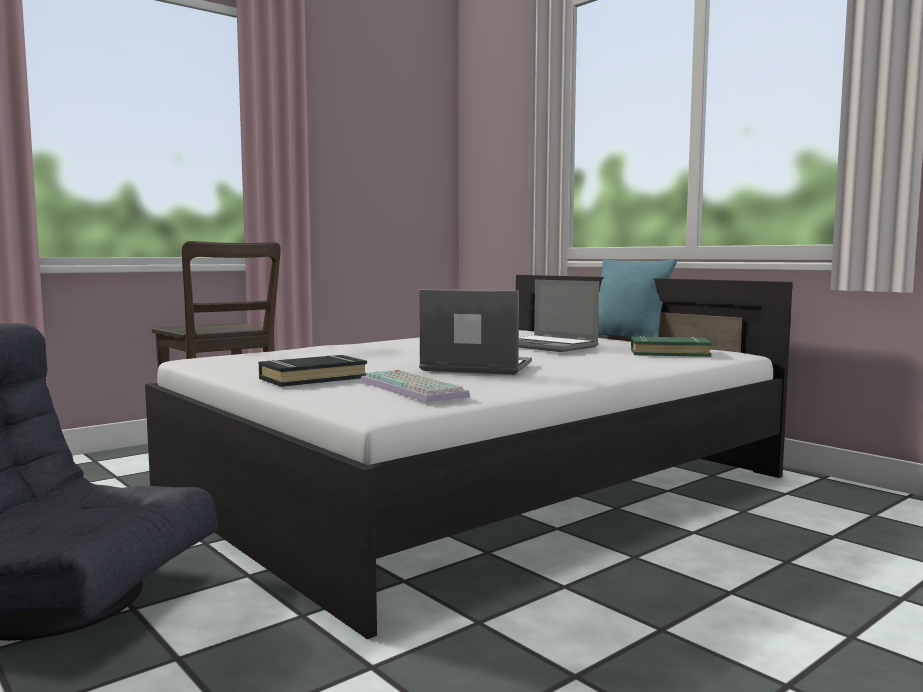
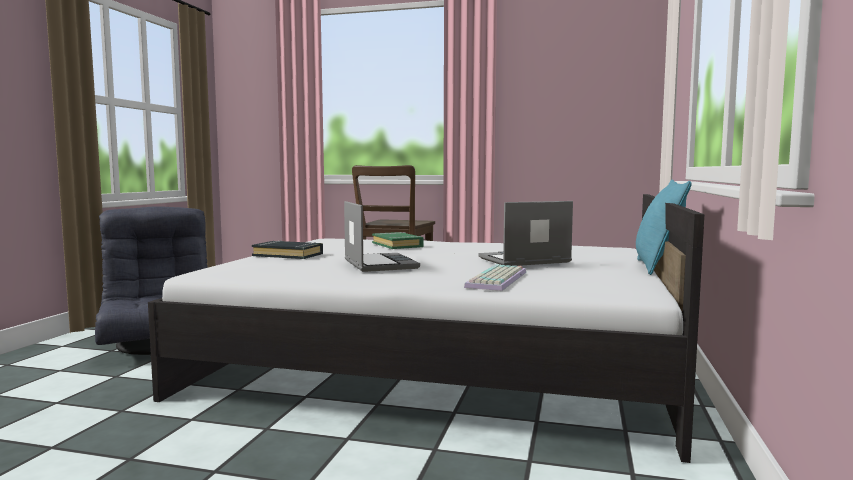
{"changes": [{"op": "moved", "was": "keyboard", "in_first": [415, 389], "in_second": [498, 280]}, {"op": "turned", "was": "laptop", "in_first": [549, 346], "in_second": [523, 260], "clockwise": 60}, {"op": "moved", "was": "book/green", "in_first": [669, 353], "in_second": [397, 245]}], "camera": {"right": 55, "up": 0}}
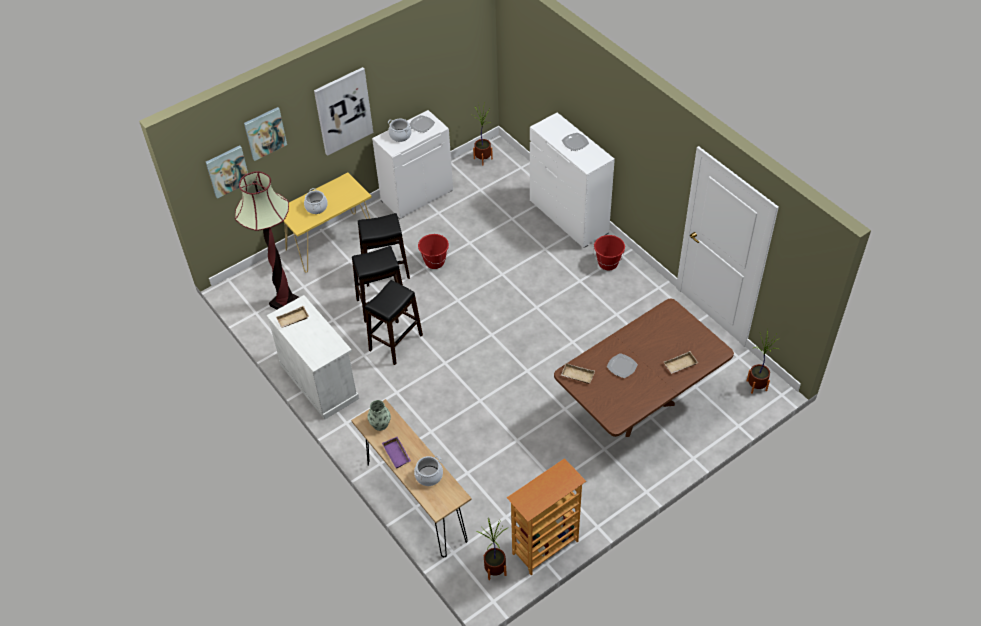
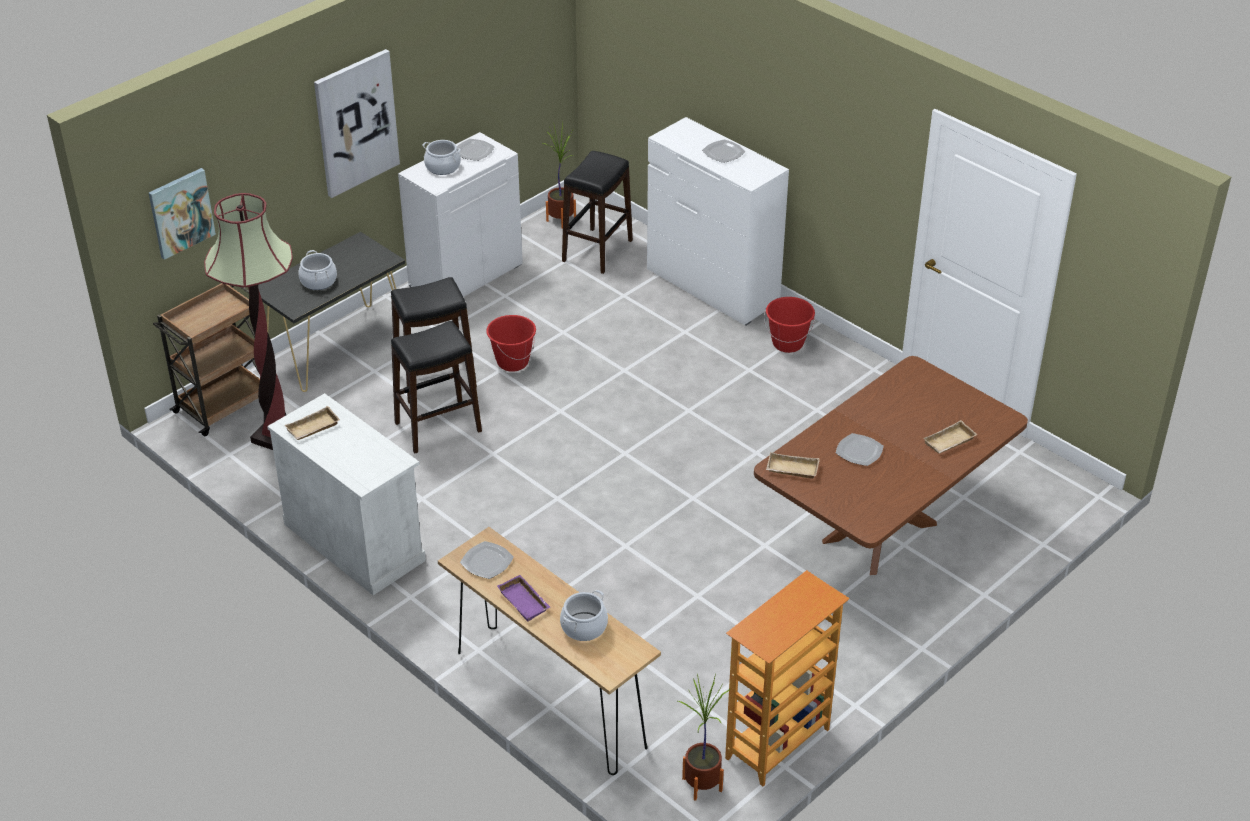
{"changes": [{"op": "removed", "was": "picture", "in_first": [265, 133]}, {"op": "recoloured", "was": "console table/yellow", "now": "console table/black", "in_first": [331, 242], "in_second": [337, 347]}, {"op": "moved", "was": "stool/black", "in_first": [396, 342], "in_second": [597, 250]}, {"op": "replaced", "was": "vase", "now": "plate", "in_first": [380, 424], "in_second": [487, 561]}, {"op": "removed", "was": "potted plant", "in_first": [756, 385]}, {"op": "added", "now": "cart/brown", "in_second": [225, 404]}], "camera": {"right": -10, "up": -10}}
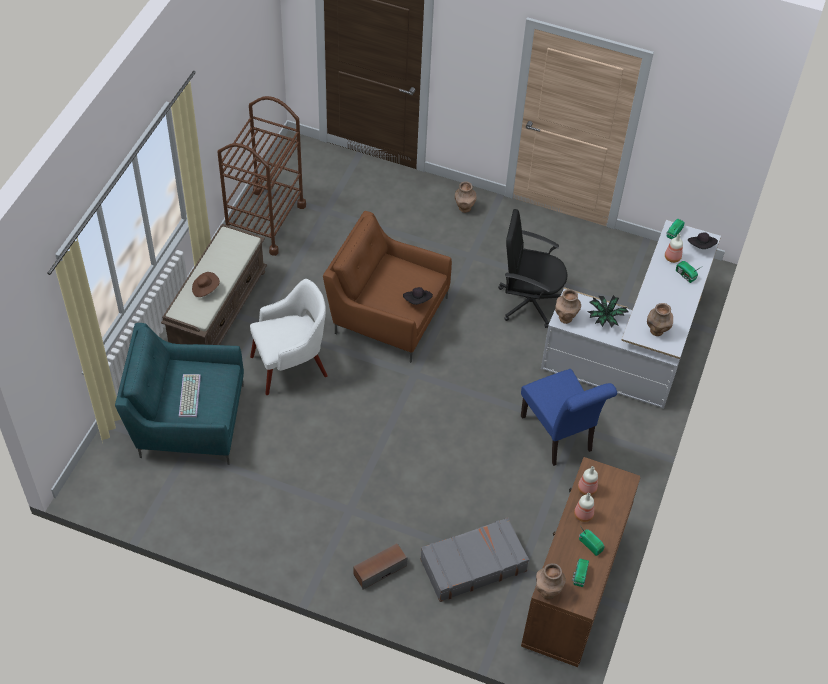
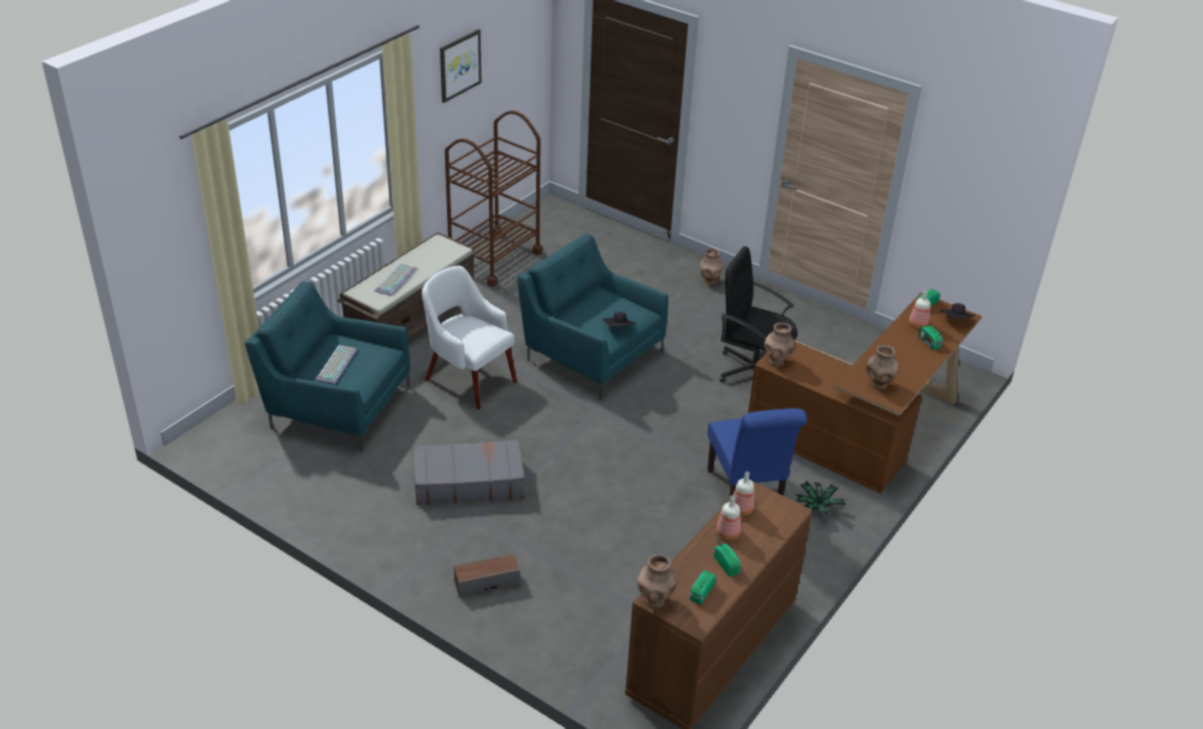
{"changes": [{"op": "replaced", "was": "hat/brown", "now": "keyboard", "in_first": [205, 289], "in_second": [395, 279]}, {"op": "turned", "was": "armchair/white", "in_first": [291, 365], "in_second": [468, 379], "clockwise": -135}, {"op": "recoloured", "was": "armchair/brown", "now": "armchair/turquoise", "in_first": [387, 313], "in_second": [591, 353]}, {"op": "moved", "was": "suitcase/grey", "in_first": [472, 564], "in_second": [468, 481]}, {"op": "recoloured", "was": "desk/white", "now": "desk/brown", "in_first": [635, 347], "in_second": [864, 431]}, {"op": "moved", "was": "potted plant", "in_first": [605, 317], "in_second": [817, 508]}, {"op": "added", "now": "picture", "in_second": [459, 65]}], "camera": {"right": 15, "up": -15}}
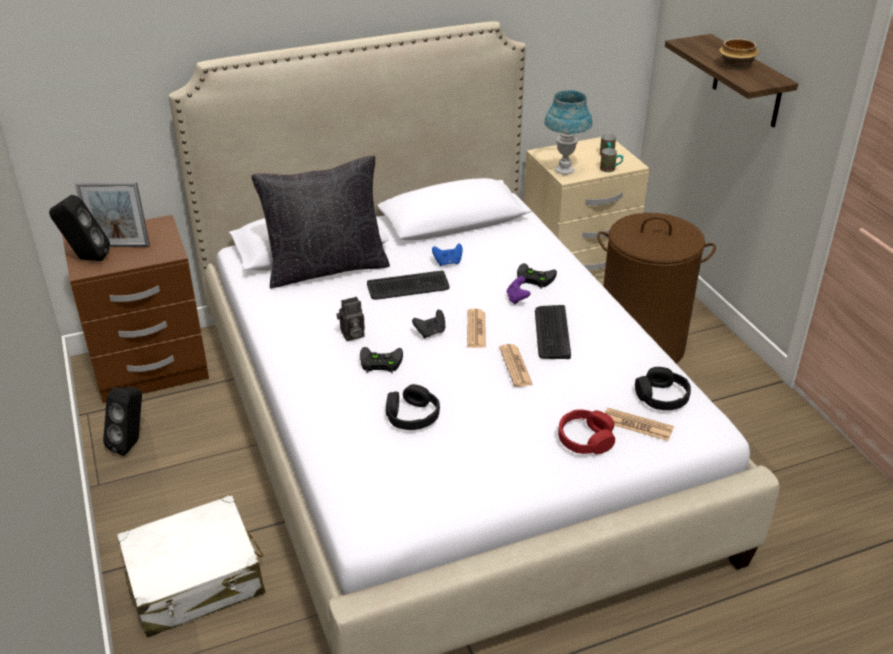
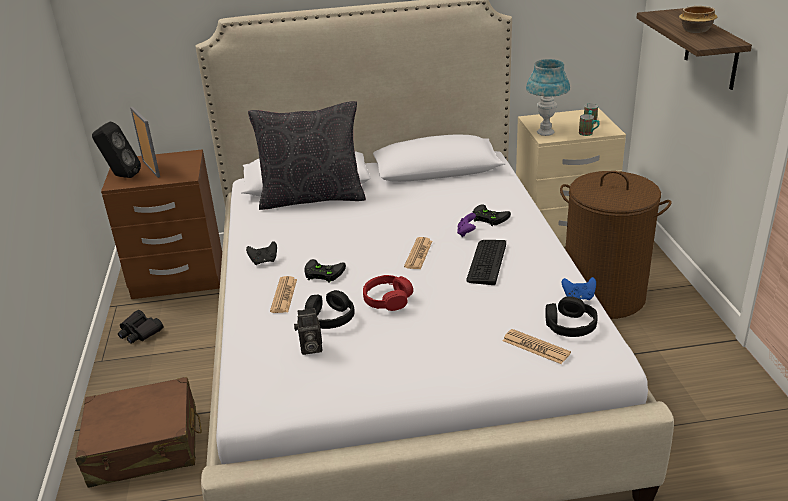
{"changes": [{"op": "turned", "was": "picture frame", "in_first": [120, 246], "in_second": [151, 169], "clockwise": -135}, {"op": "replaced", "was": "speaker/black", "now": "binoculars/black", "in_first": [131, 443], "in_second": [140, 332]}, {"op": "recoloured", "was": "suitcase/white", "now": "suitcase/brown", "in_first": [196, 580], "in_second": [144, 446]}, {"op": "moved", "was": "photo camera", "in_first": [351, 335], "in_second": [310, 348]}, {"op": "removed", "was": "keyboard", "in_first": [408, 286]}, {"op": "moved", "was": "game controller/black", "in_first": [430, 332], "in_second": [264, 261]}, {"op": "moved", "was": "game controller/blue", "in_first": [448, 263], "in_second": [578, 297]}, {"op": "moved", "was": "newspaper", "in_first": [515, 366], "in_second": [284, 295]}, {"op": "moved", "was": "headphones/red", "in_first": [585, 439], "in_second": [387, 299]}], "camera": {"right": 15, "up": -5}}
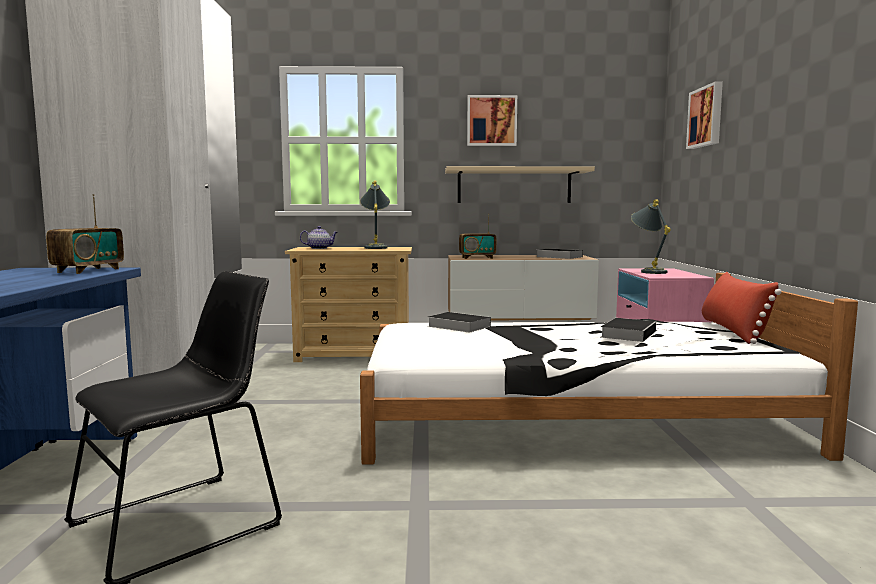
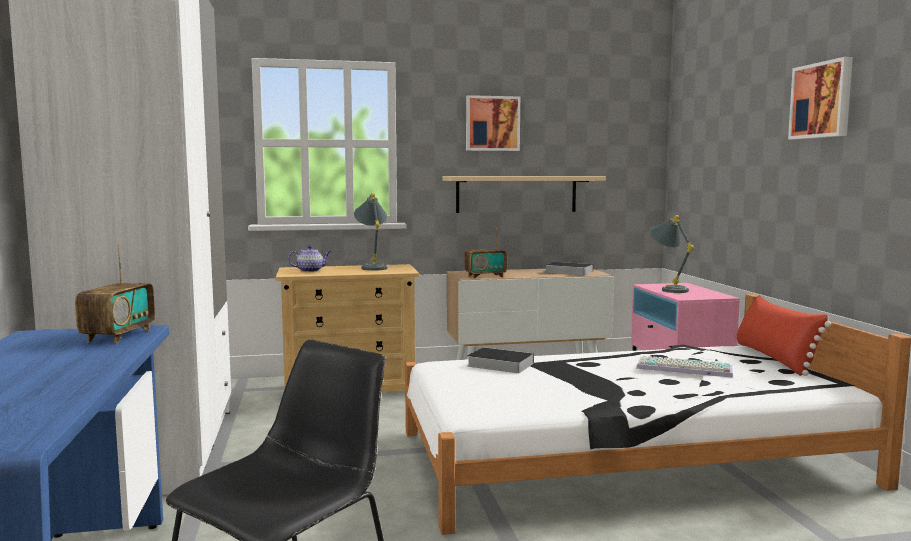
{"changes": [{"op": "replaced", "was": "book", "now": "keyboard", "in_first": [628, 334], "in_second": [682, 369]}, {"op": "moved", "was": "picture", "in_first": [706, 117], "in_second": [822, 100]}], "camera": {"right": -10, "up": 0}}
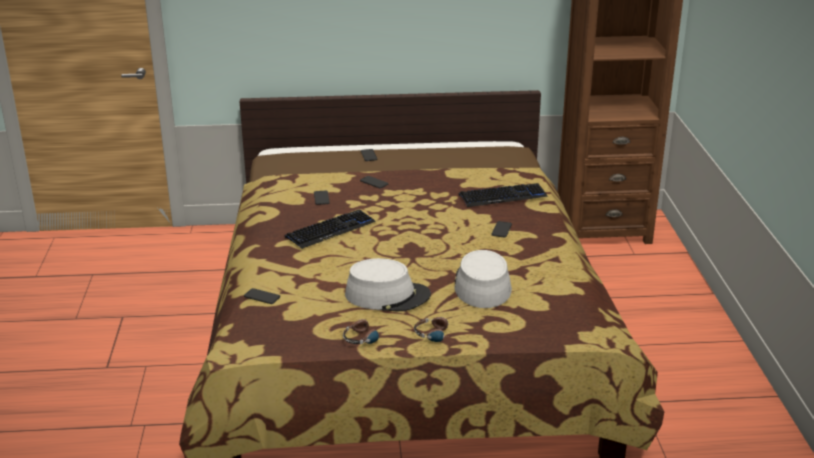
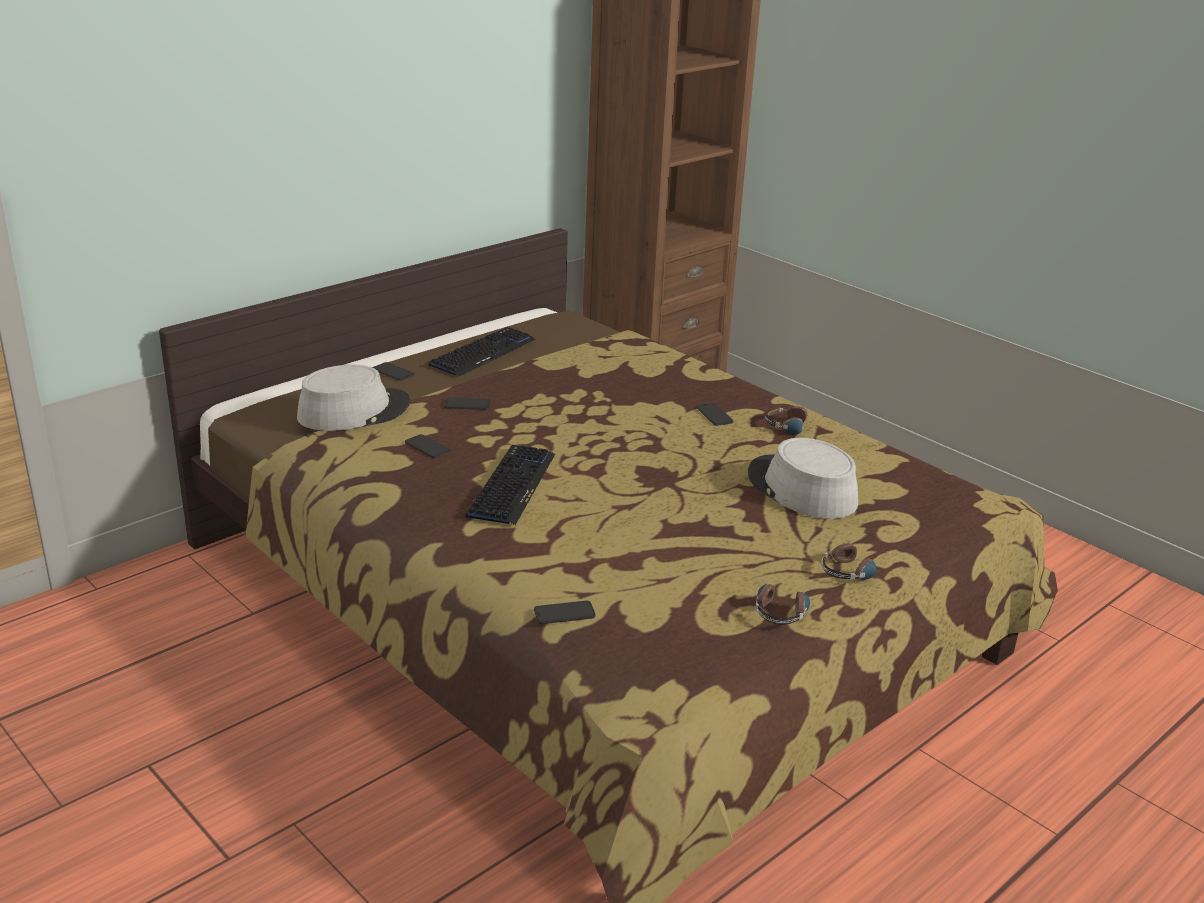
{"changes": [{"op": "moved", "was": "hat/grey", "in_first": [387, 295], "in_second": [354, 411]}, {"op": "moved", "was": "keyboard", "in_first": [503, 196], "in_second": [483, 353]}, {"op": "added", "now": "headphones", "in_second": [794, 427]}], "camera": {"right": -40, "up": 0}}
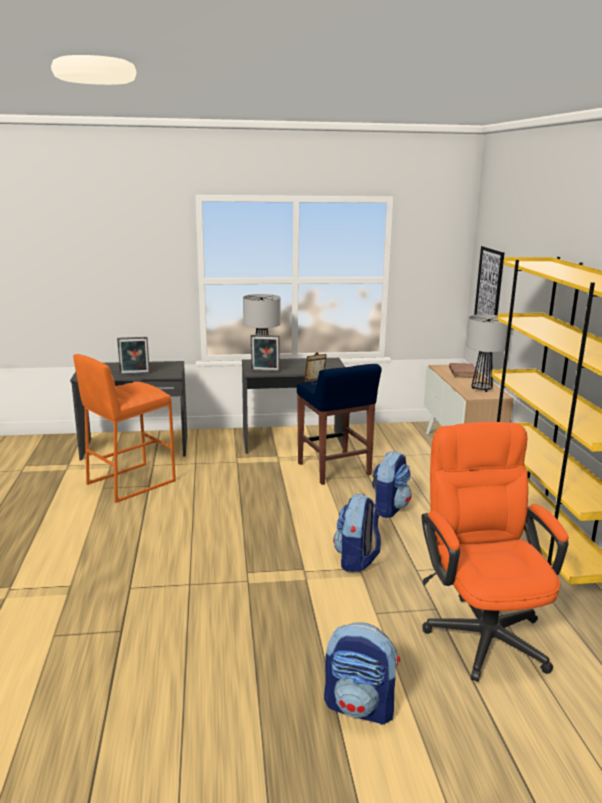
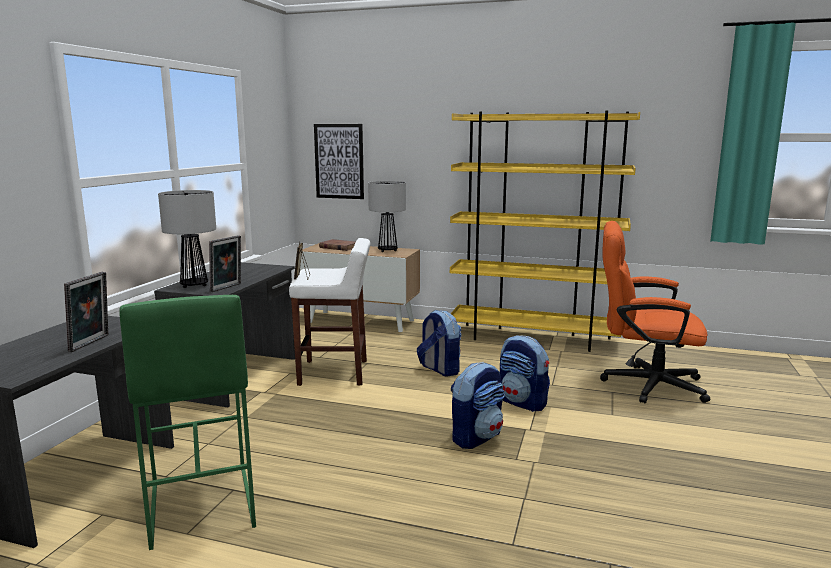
{"changes": [{"op": "recoloured", "was": "stool/orange", "now": "stool/green", "in_first": [130, 482], "in_second": [200, 504]}, {"op": "recoloured", "was": "stool/blue", "now": "stool/white", "in_first": [334, 470], "in_second": [335, 373]}, {"op": "moved", "was": "backpack", "in_first": [360, 707], "in_second": [476, 437]}], "camera": {"right": -65, "up": -5}}
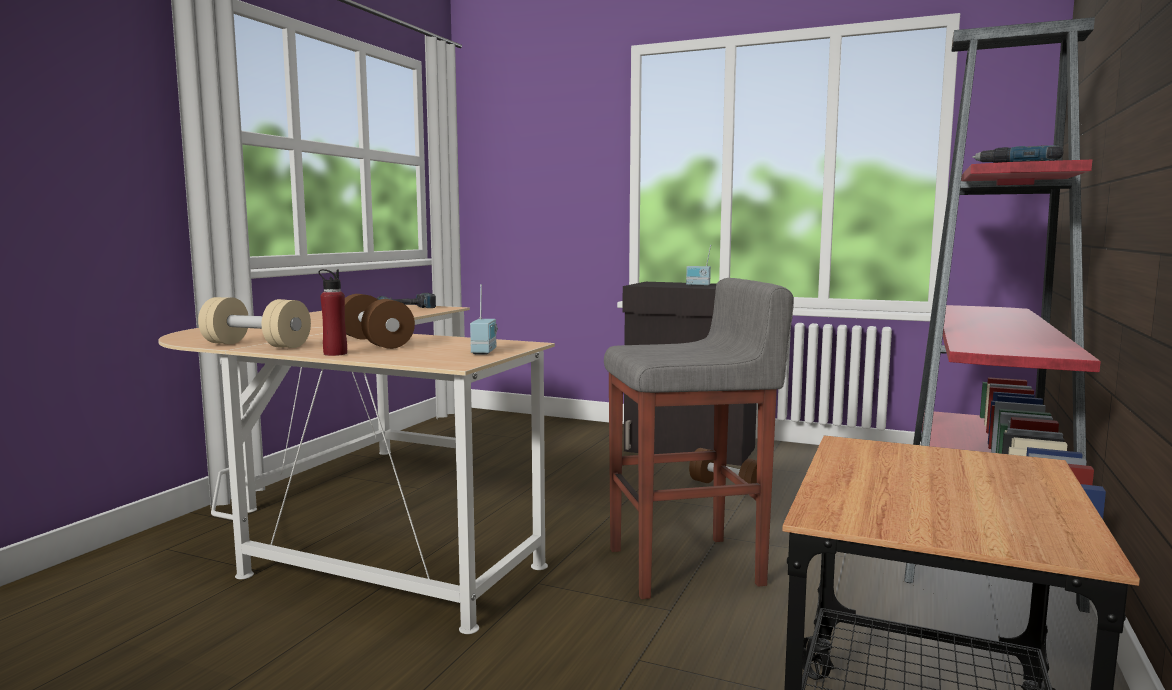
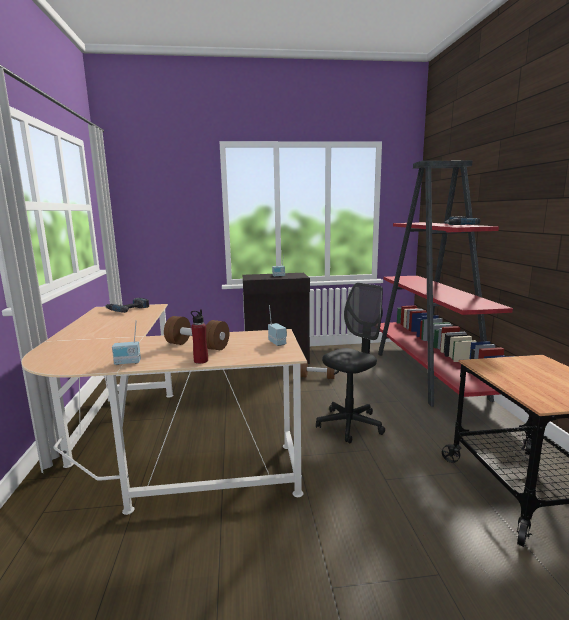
{"changes": [{"op": "replaced", "was": "dumbbell/beige", "now": "radio", "in_first": [256, 345], "in_second": [127, 363]}, {"op": "replaced", "was": "stool/grey", "now": "office chair/black", "in_first": [688, 567], "in_second": [350, 425]}], "camera": {"right": -30, "up": 5}}
